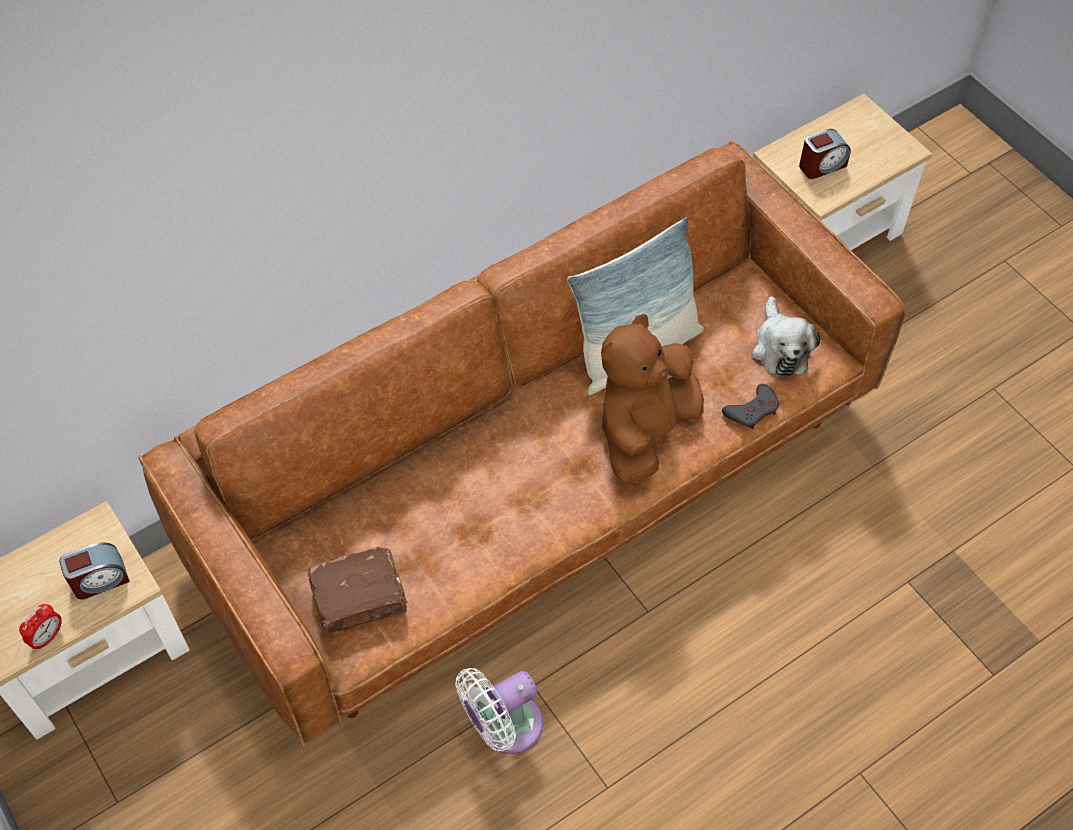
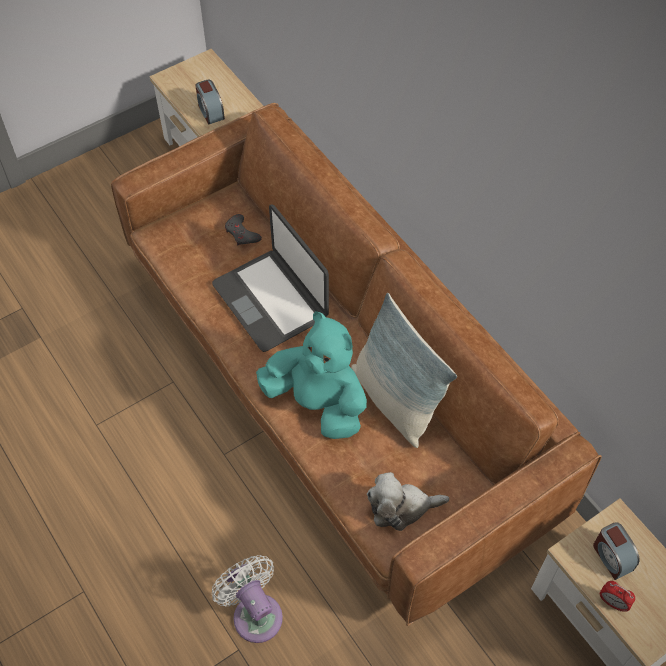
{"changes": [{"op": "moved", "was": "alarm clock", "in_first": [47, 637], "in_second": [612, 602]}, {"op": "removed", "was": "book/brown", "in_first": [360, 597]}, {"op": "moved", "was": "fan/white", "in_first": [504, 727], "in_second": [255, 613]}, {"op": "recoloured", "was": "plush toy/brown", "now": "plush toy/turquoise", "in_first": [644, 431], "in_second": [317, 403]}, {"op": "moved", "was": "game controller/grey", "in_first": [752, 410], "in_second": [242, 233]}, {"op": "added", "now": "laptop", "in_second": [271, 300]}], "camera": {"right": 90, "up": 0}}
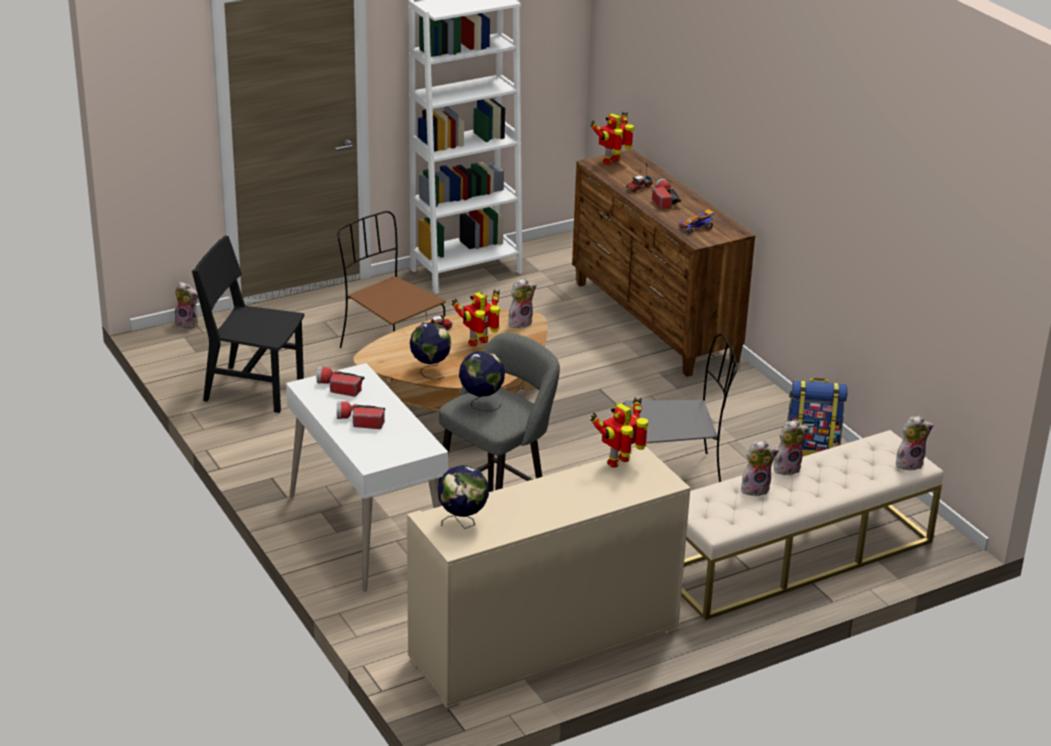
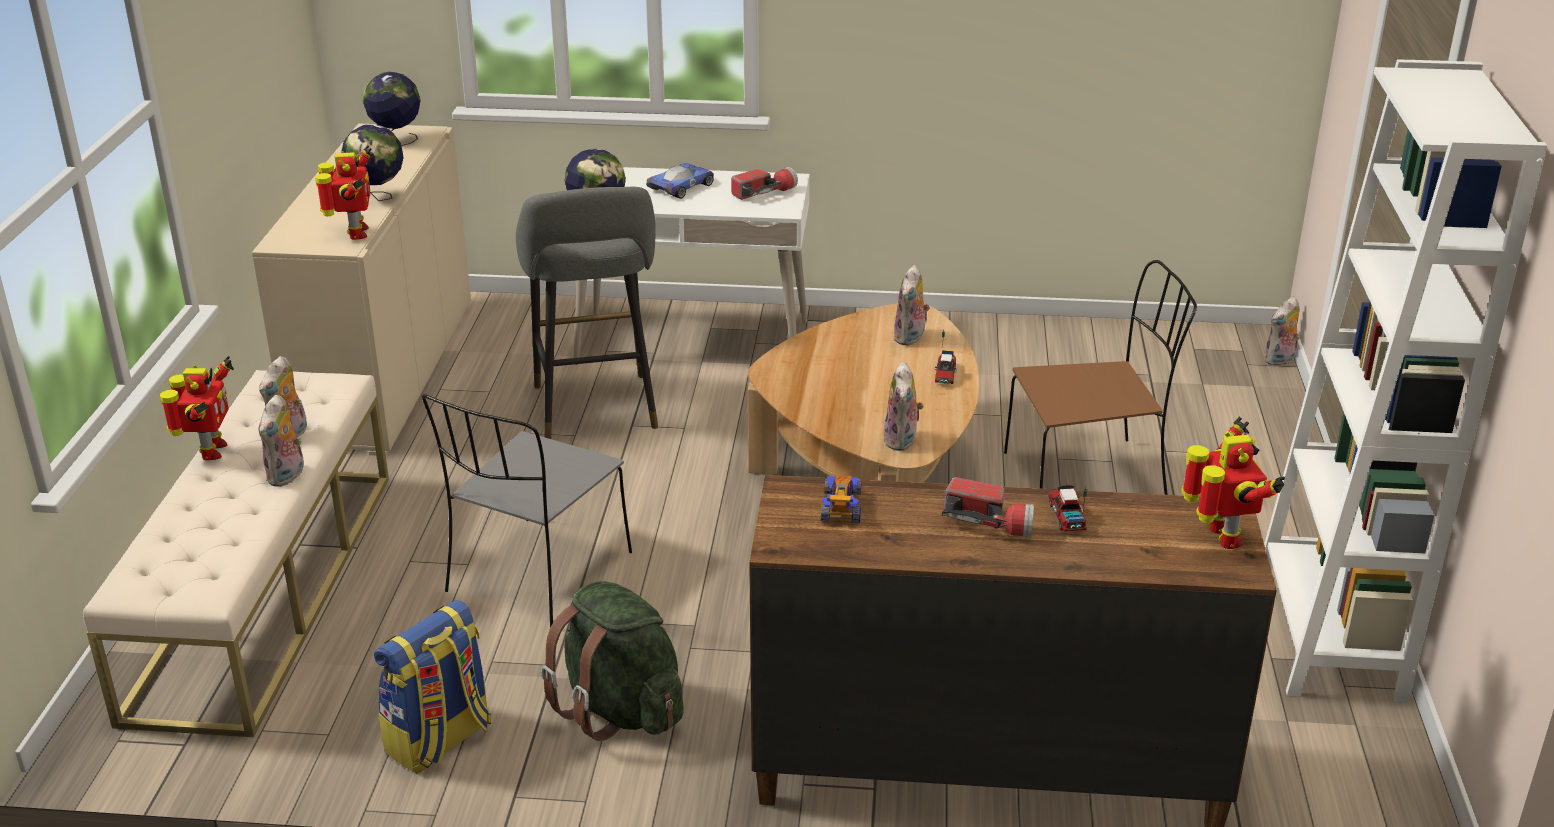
{"changes": [{"op": "removed", "was": "chair/black", "in_first": [254, 389]}, {"op": "replaced", "was": "flashlight", "now": "toy car", "in_first": [360, 421], "in_second": [681, 186]}, {"op": "moved", "was": "globe", "in_first": [430, 371], "in_second": [378, 198]}, {"op": "moved", "was": "toy robot", "in_first": [479, 343], "in_second": [210, 451]}, {"op": "moved", "was": "plush toy", "in_first": [909, 463], "in_second": [910, 338]}, {"op": "added", "now": "backpack/green", "in_second": [620, 709]}], "camera": {"right": 125, "up": 0}}
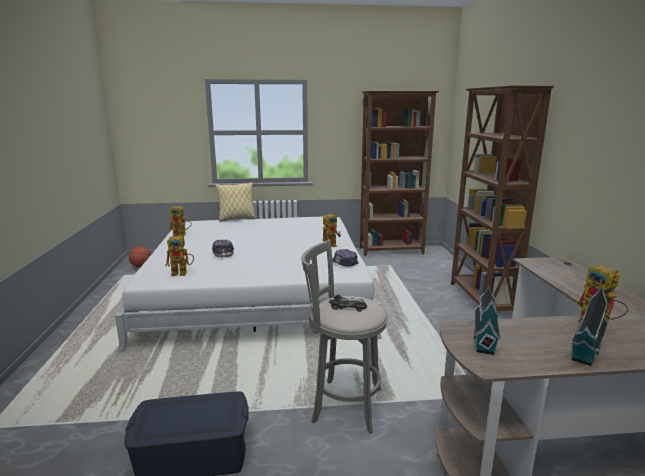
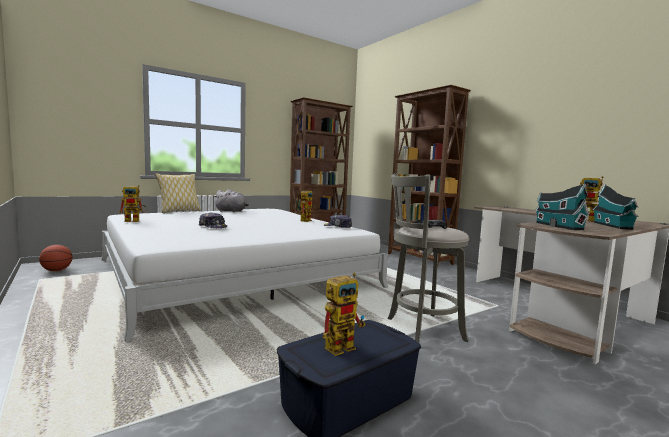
{"changes": [{"op": "moved", "was": "toy robot", "in_first": [183, 273], "in_second": [343, 345]}, {"op": "added", "now": "plush toy/grey", "in_second": [232, 211]}], "camera": {"right": -30, "up": -10}}
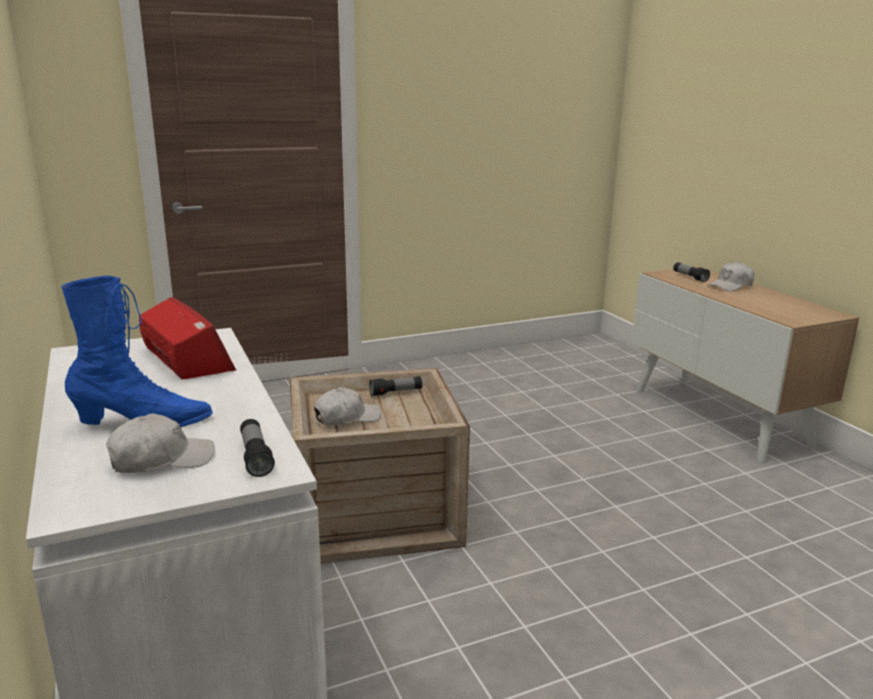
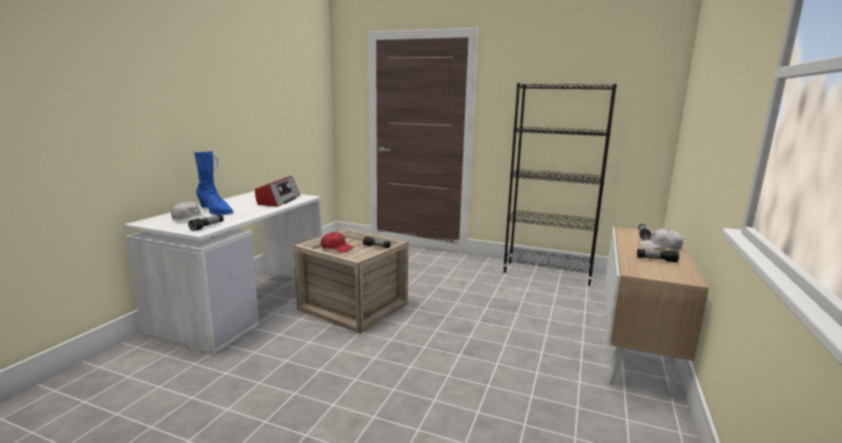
{"changes": [{"op": "recoloured", "was": "cap/white", "now": "cap/red", "in_first": [347, 418], "in_second": [337, 248]}, {"op": "added", "now": "bookcase/black", "in_second": [547, 273]}, {"op": "added", "now": "flashlight", "in_second": [656, 260]}], "camera": {"right": 45, "up": -5}}
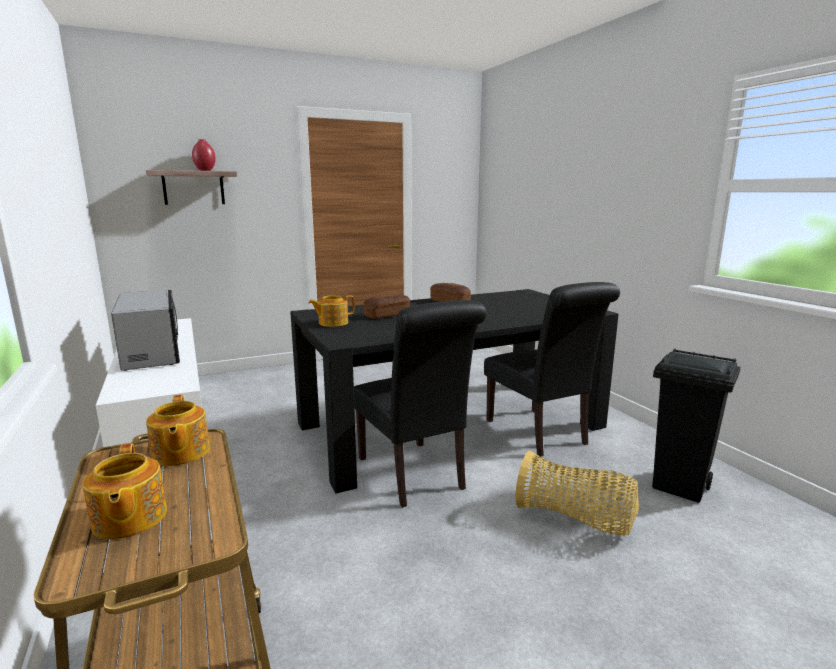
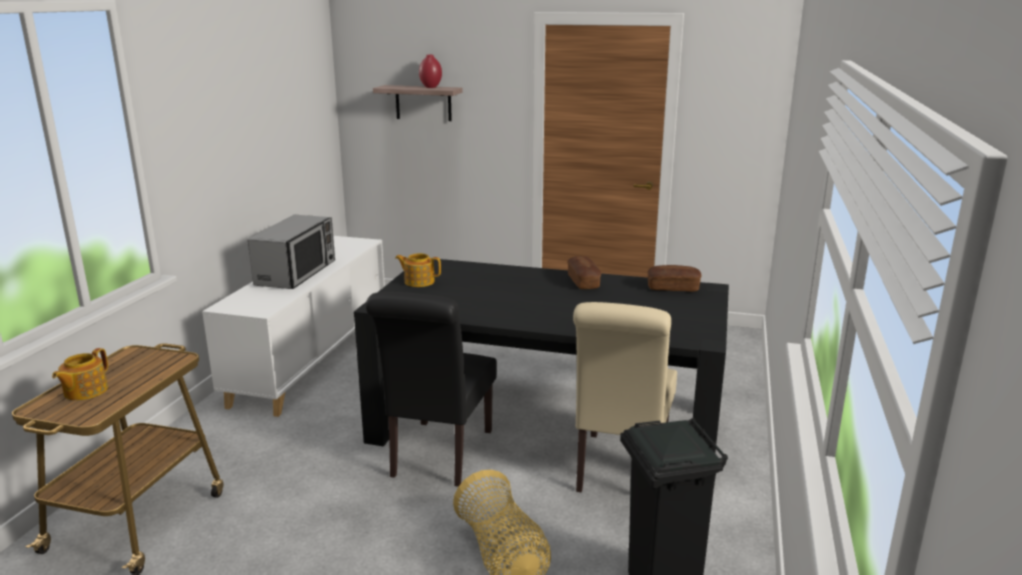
{"changes": [{"op": "removed", "was": "teapot", "in_first": [180, 453]}, {"op": "moved", "was": "bread", "in_first": [387, 315], "in_second": [673, 288]}, {"op": "recoloured", "was": "chair/black", "now": "chair/beige", "in_first": [540, 434], "in_second": [619, 471]}], "camera": {"right": 40, "up": 5}}
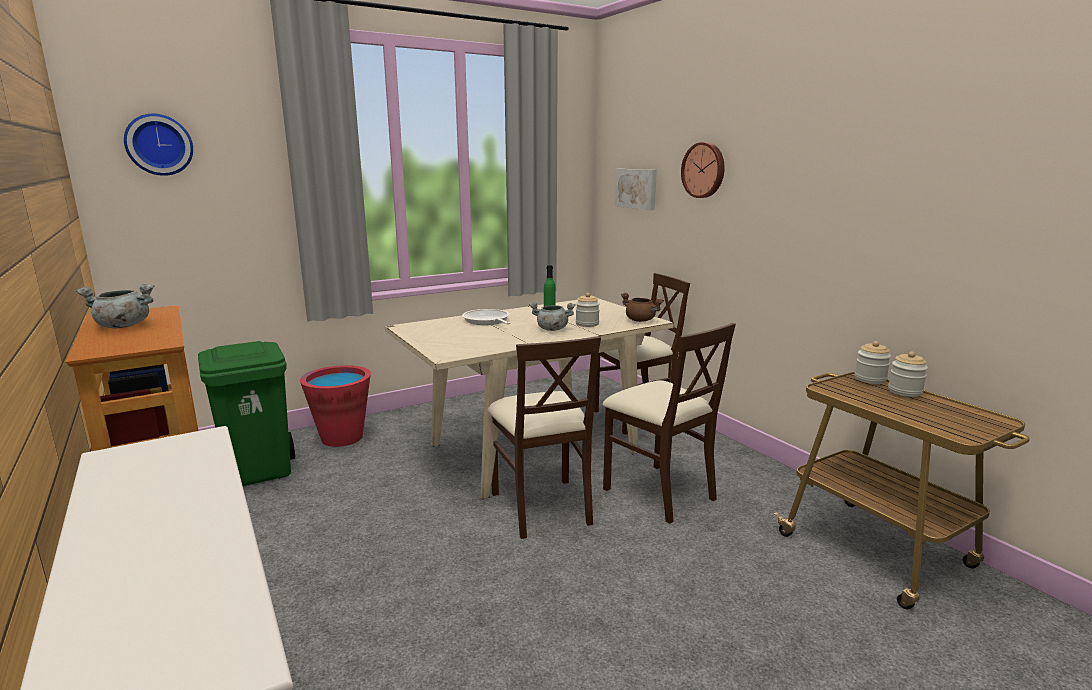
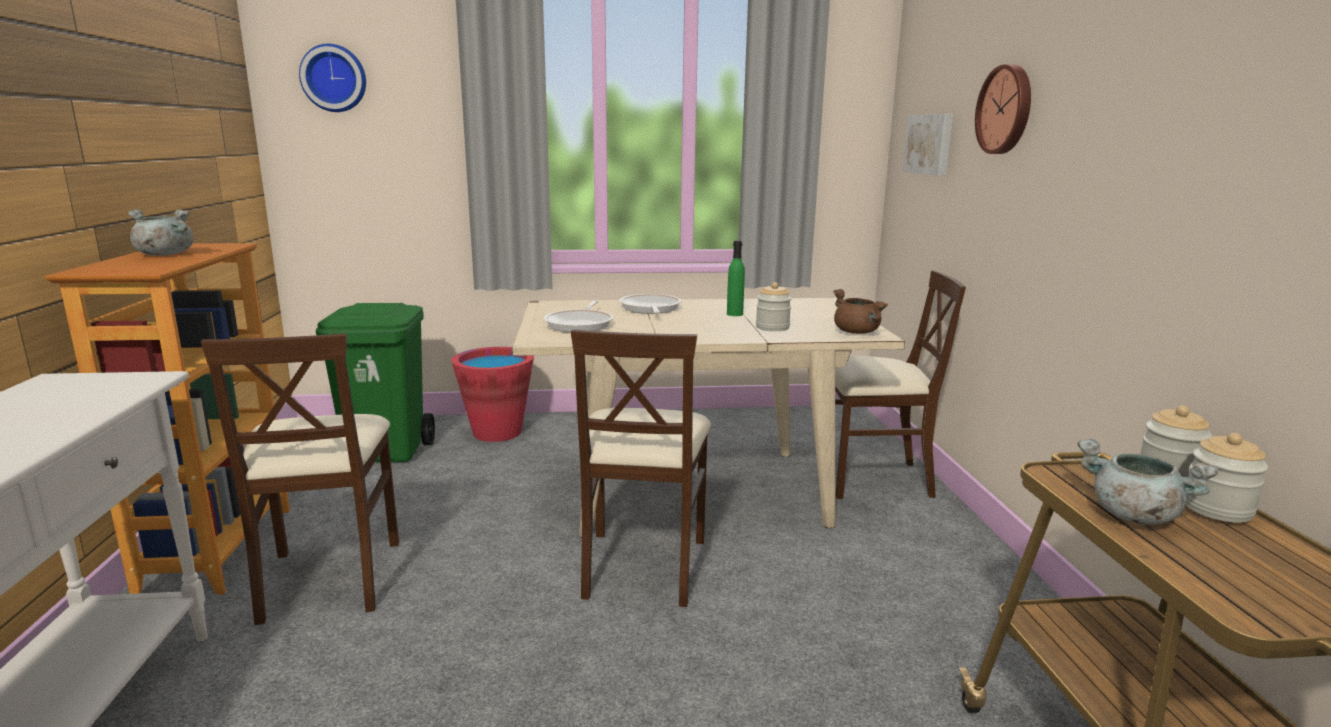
{"changes": [{"op": "moved", "was": "cooking pot/grey", "in_first": [551, 329], "in_second": [1132, 515]}, {"op": "moved", "was": "chair/beige", "in_first": [659, 492], "in_second": [329, 578]}, {"op": "added", "now": "frying pan", "in_second": [581, 324]}], "camera": {"right": 25, "up": 0}}
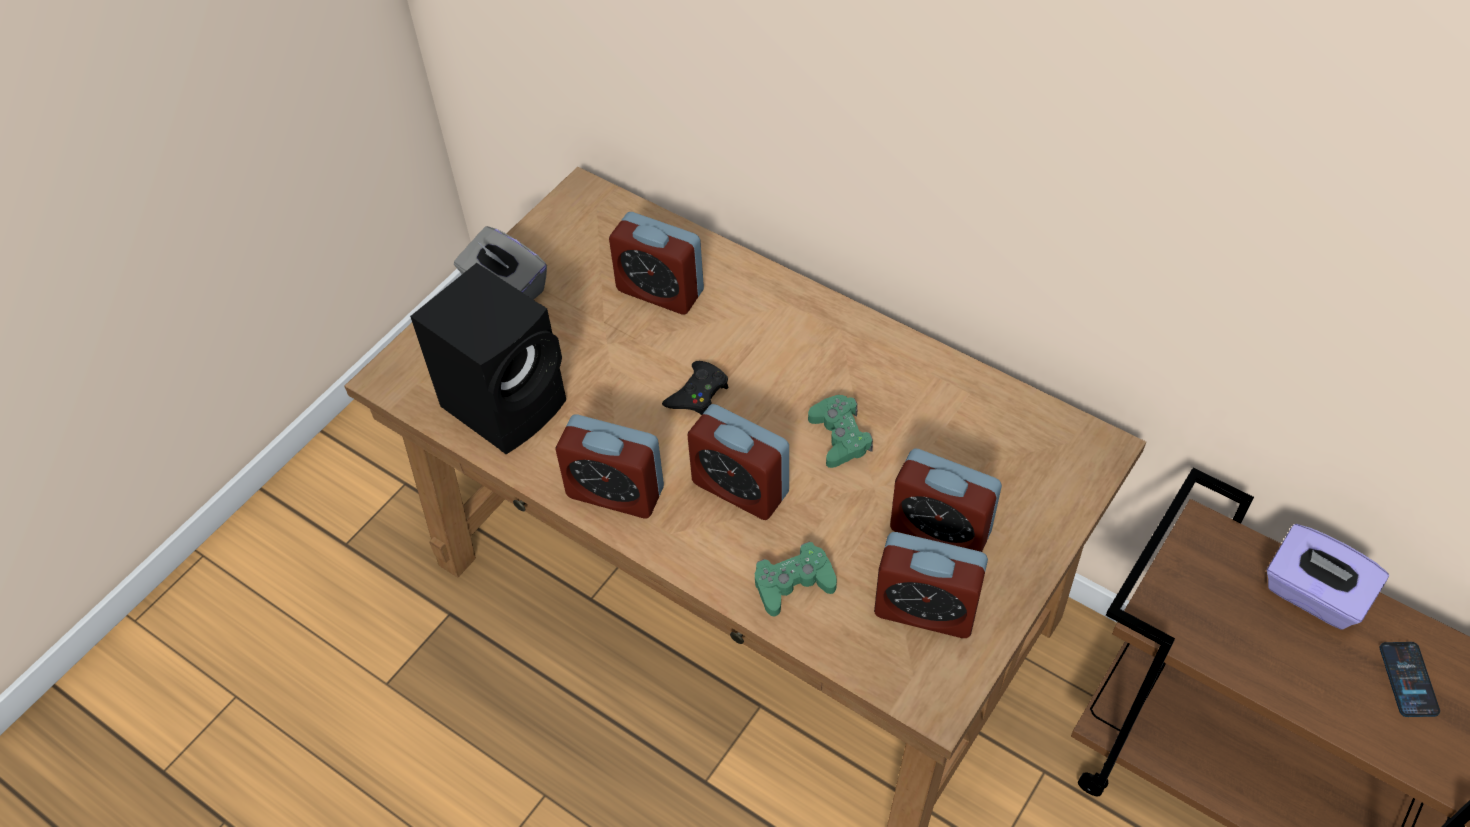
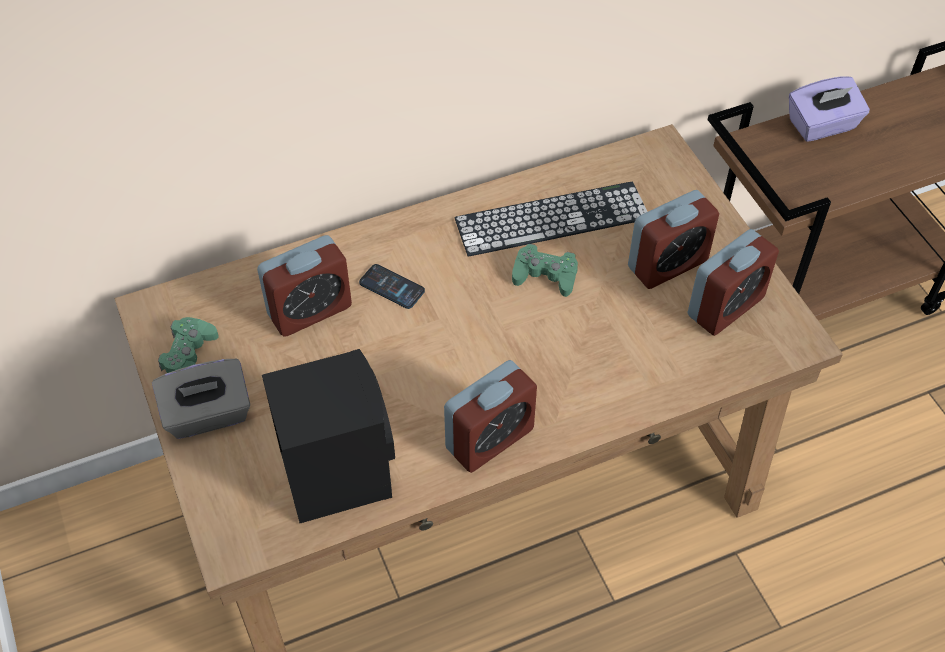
{"changes": [{"op": "removed", "was": "game controller/black", "in_first": [698, 393]}, {"op": "removed", "was": "alarm clock", "in_first": [740, 488]}, {"op": "moved", "was": "game controller/green", "in_first": [793, 583], "in_second": [190, 355]}, {"op": "moved", "was": "phone", "in_first": [1408, 680], "in_second": [392, 287]}, {"op": "added", "now": "keyboard", "in_second": [552, 219]}], "camera": {"right": -60, "up": 0}}
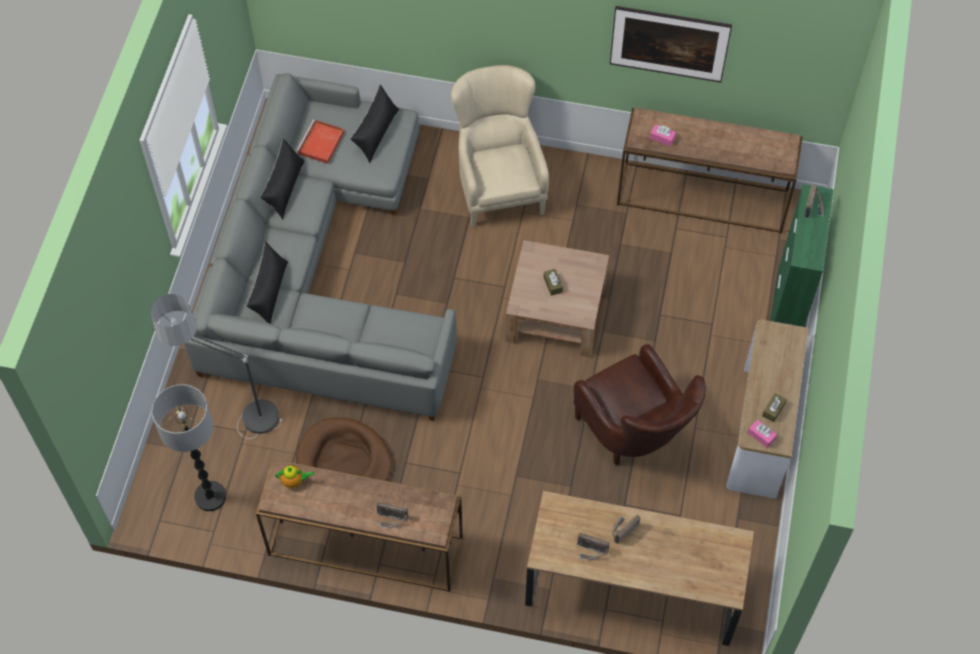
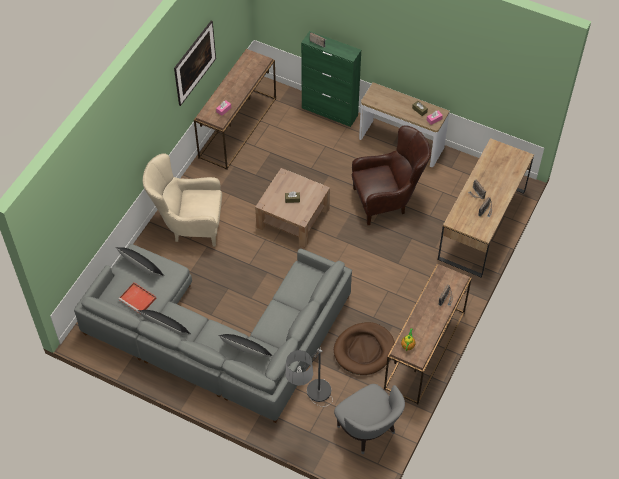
{"changes": [{"op": "replaced", "was": "floor lamp", "now": "armchair/grey", "in_first": [210, 496], "in_second": [368, 430]}], "camera": {"right": -75, "up": -5}}
